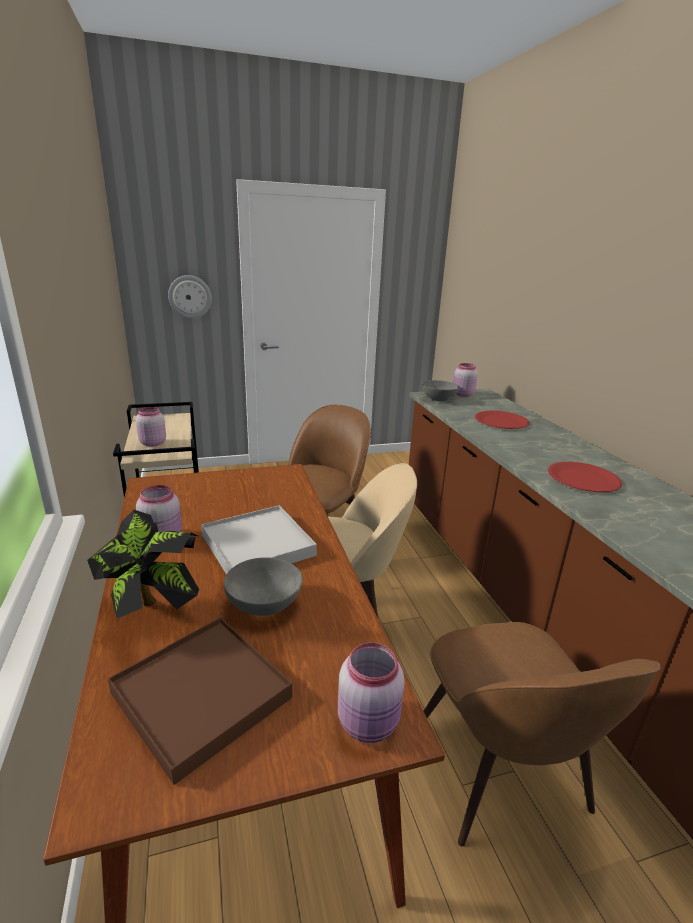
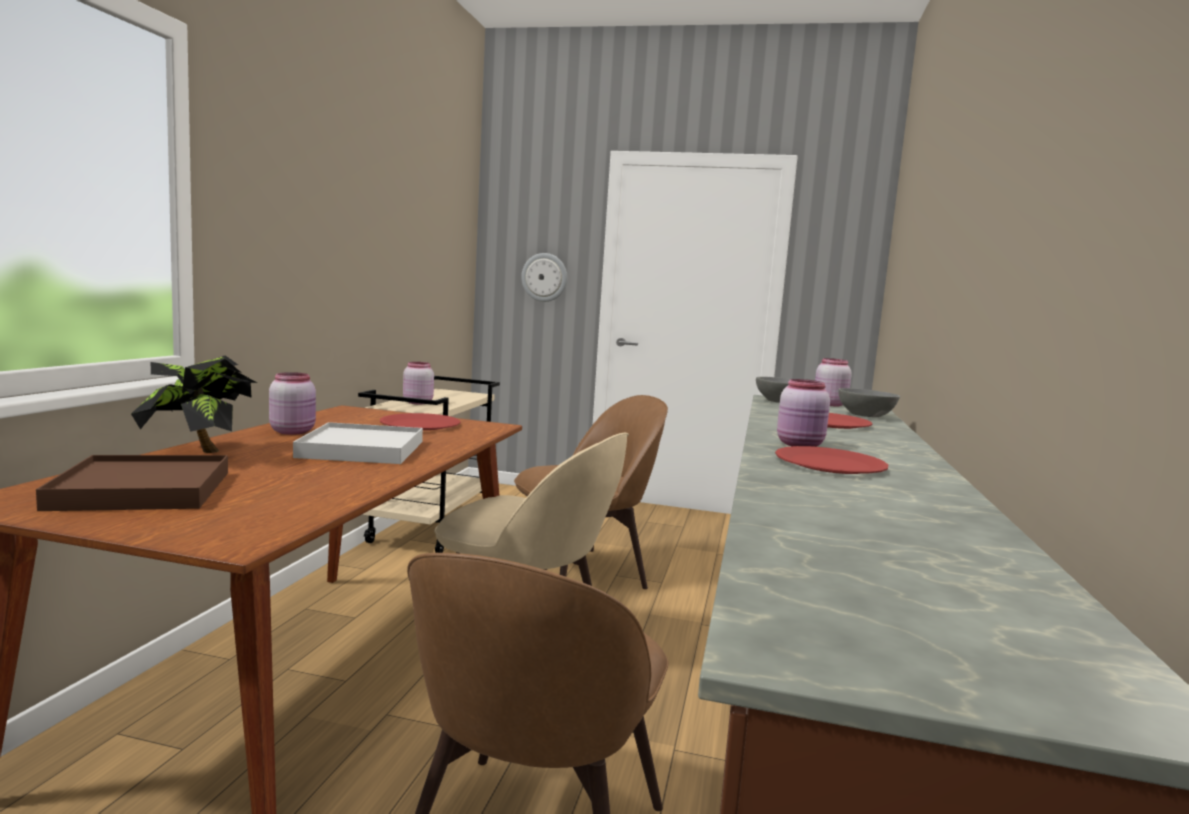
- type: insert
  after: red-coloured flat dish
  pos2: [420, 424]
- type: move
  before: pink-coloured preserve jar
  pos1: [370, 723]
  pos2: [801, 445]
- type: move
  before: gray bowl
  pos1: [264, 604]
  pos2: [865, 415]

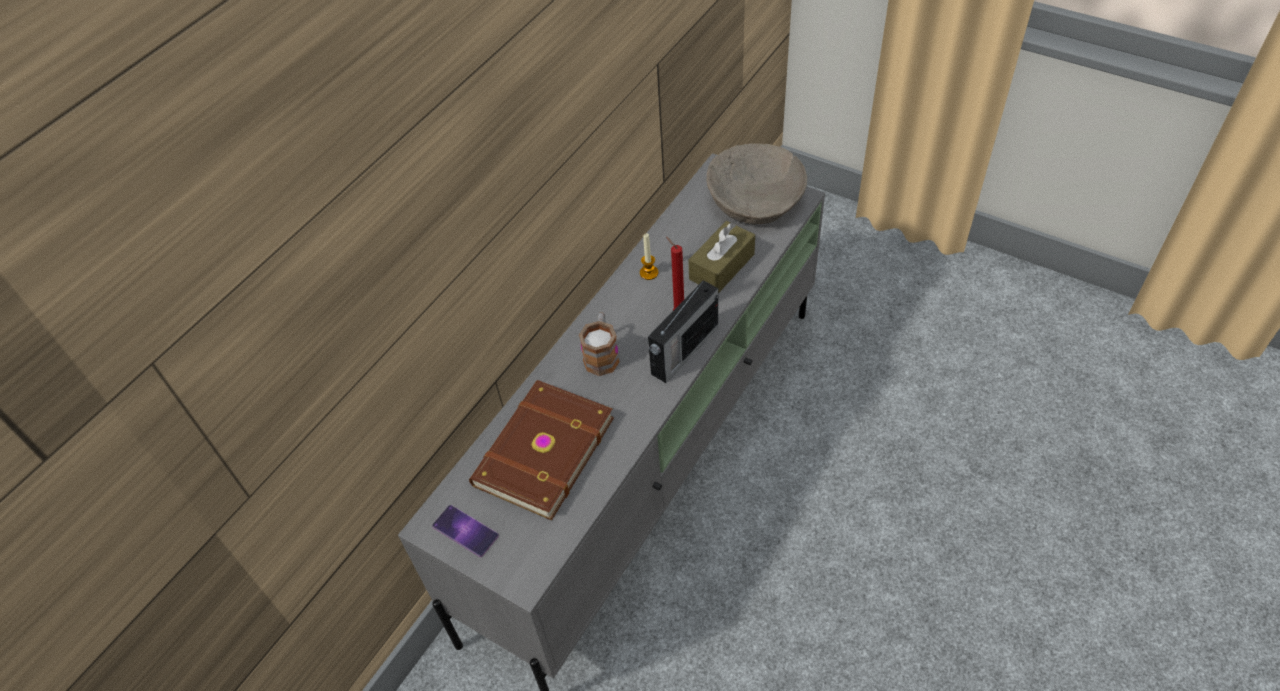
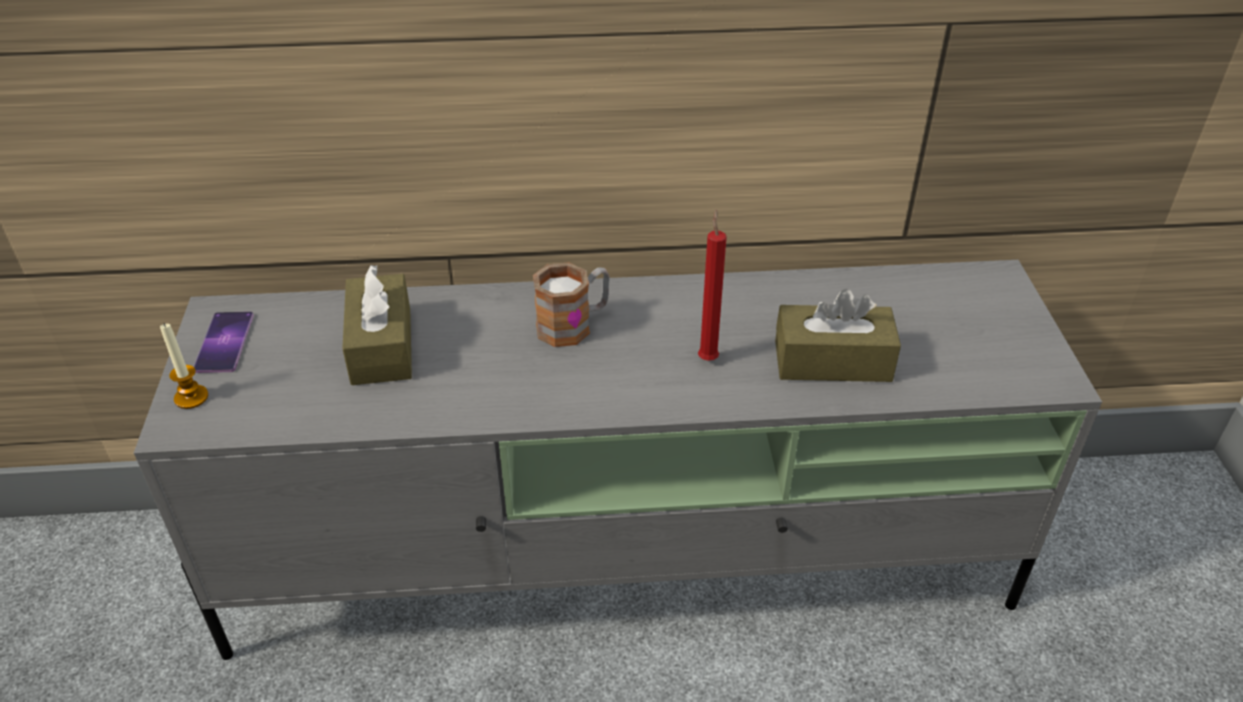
- type: move
  before: wax light
  pos1: [649, 273]
  pos2: [191, 397]
- type: replace
  before: brownish bound book
  after: brownish tissue holder
  pos1: [541, 451]
  pos2: [381, 346]
- type: delete
  before: radio set
  pos1: [683, 351]
- type: delete
  before: beige-coloured bowl
  pos1: [755, 199]

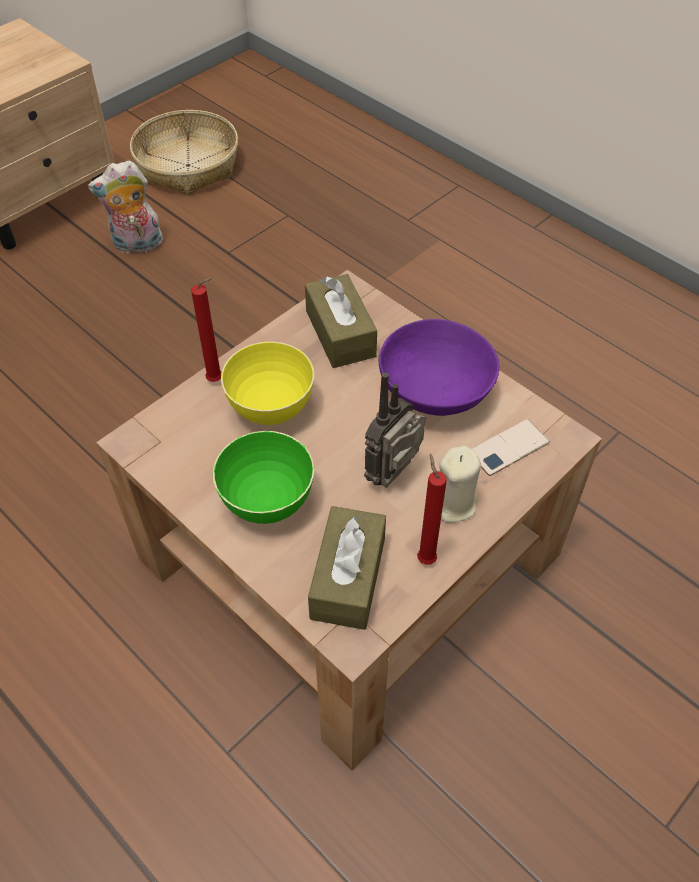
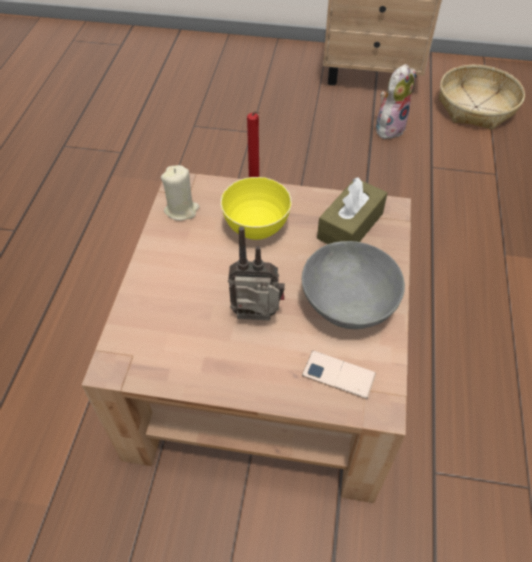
- type: move
  before: beige-coloured wax light
  pos1: [453, 503]
  pos2: [181, 210]
- type: recolor
  before: purplish bowl
  after: gray bowl
  pos1: [435, 393]
  pos2: [348, 304]
- type: rotate
  before: plush toy
  pos1: [137, 246]
  pos2: [389, 127]
  turn: 90
- type: delete
  before: green bowl
  pos1: [267, 501]
- type: delete
  before: brownish tissue holder
  pos1: [348, 578]
- type: delete
  before: red-coloured wax light
  pos1: [425, 557]

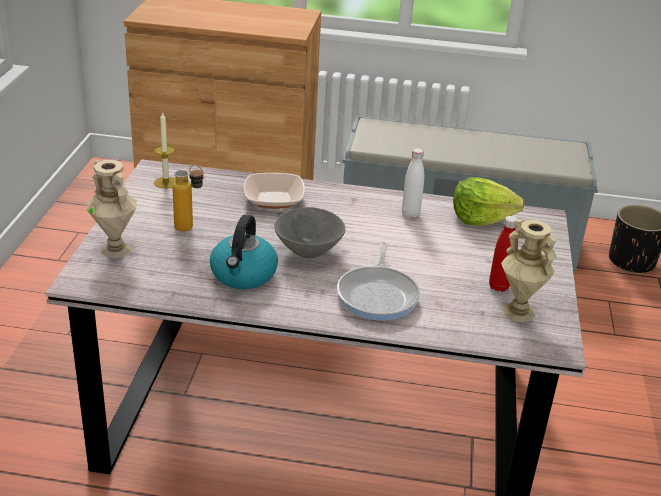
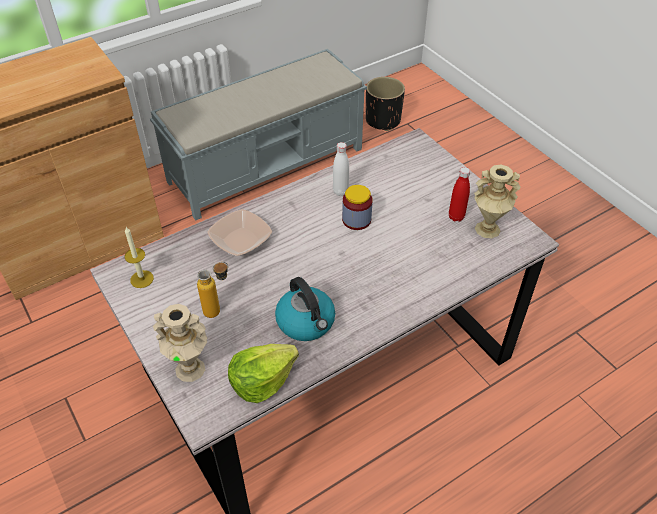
- type: move
  before: lettuce
  pos1: [481, 218]
  pos2: [262, 381]
- type: insert
  after: preserve jar
  pos2: [356, 220]
- type: delete
  before: gray bowl
  pos1: [309, 250]
- type: delete
  before: pan
  pos1: [378, 295]

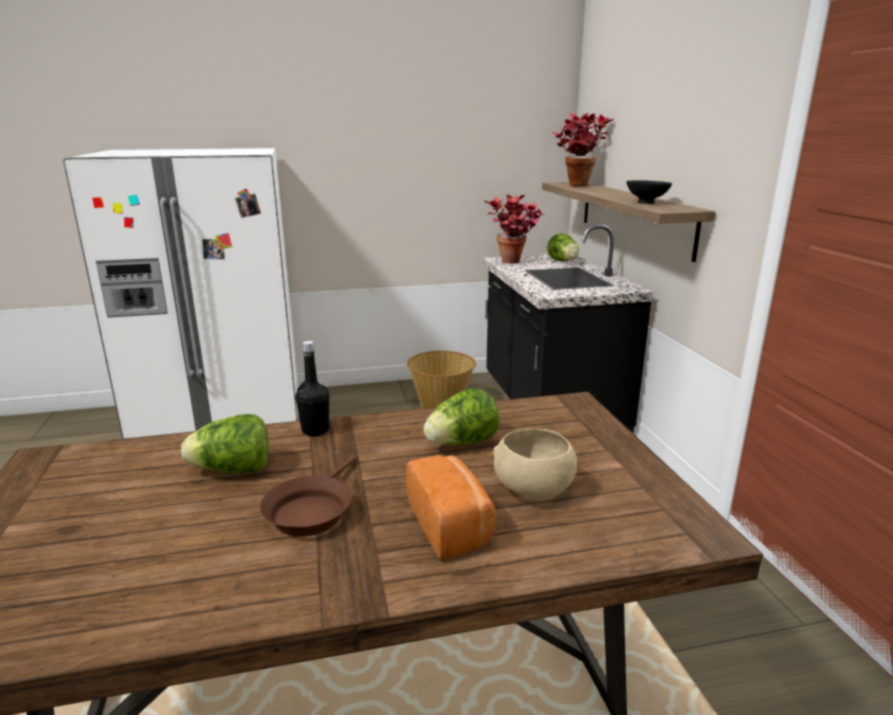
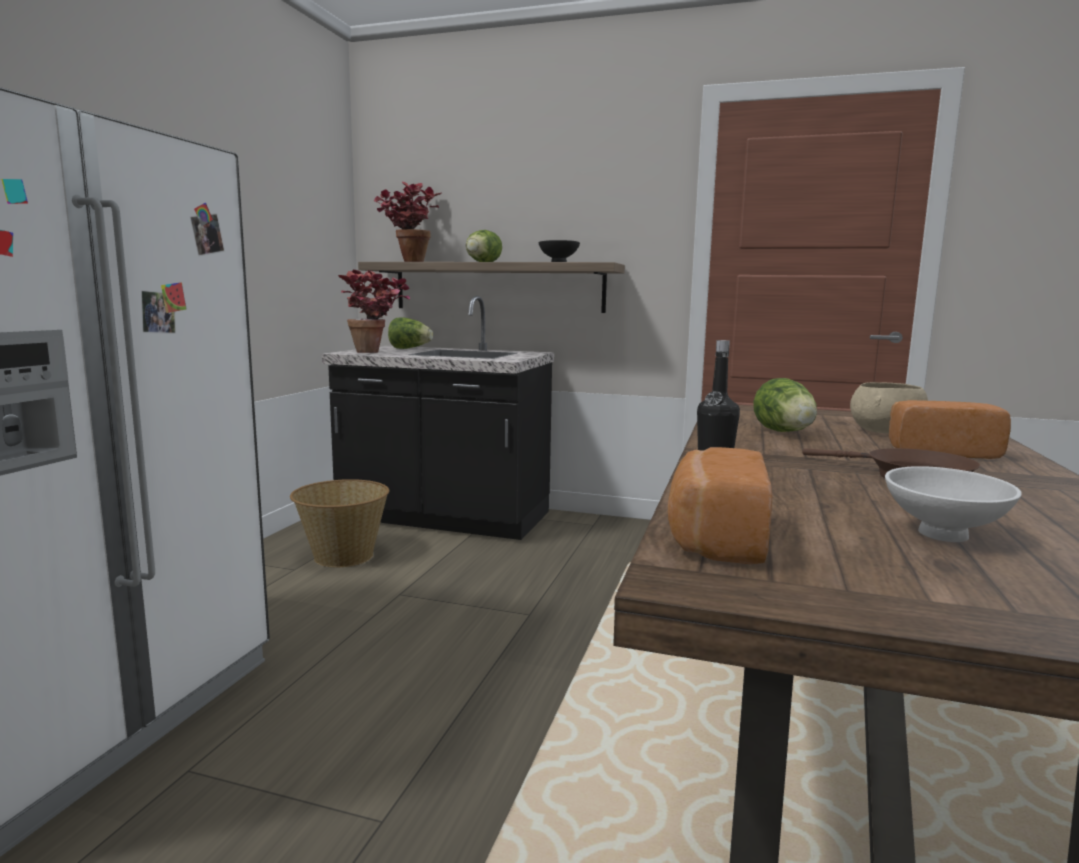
- type: move
  before: lettuce
  pos1: [233, 470]
  pos2: [482, 262]
- type: insert
  after: baked bread
  pos2: [714, 538]
- type: insert
  after: white-coloured bowl
  pos2: [947, 535]

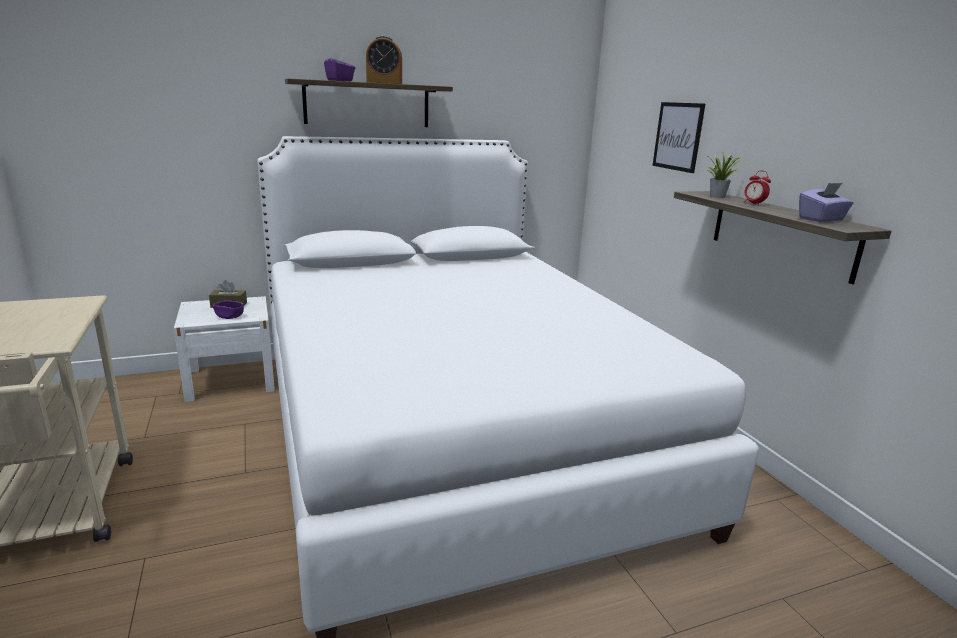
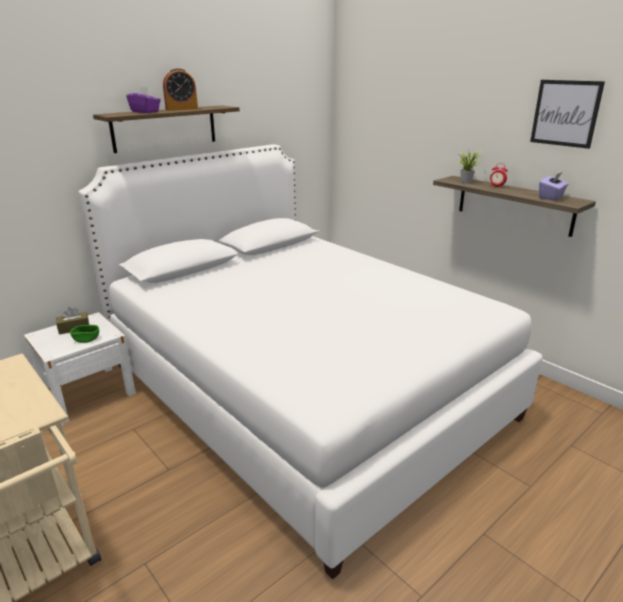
- type: recolor
  before: purplish bowl
  after: green bowl
  pos1: [229, 316]
  pos2: [86, 339]
- type: move
  before: picture
  pos1: [678, 136]
  pos2: [565, 113]

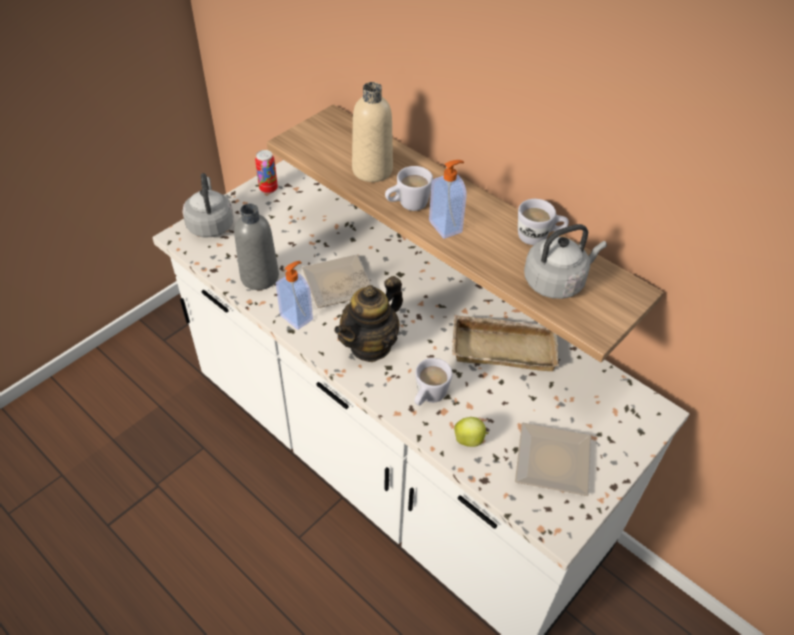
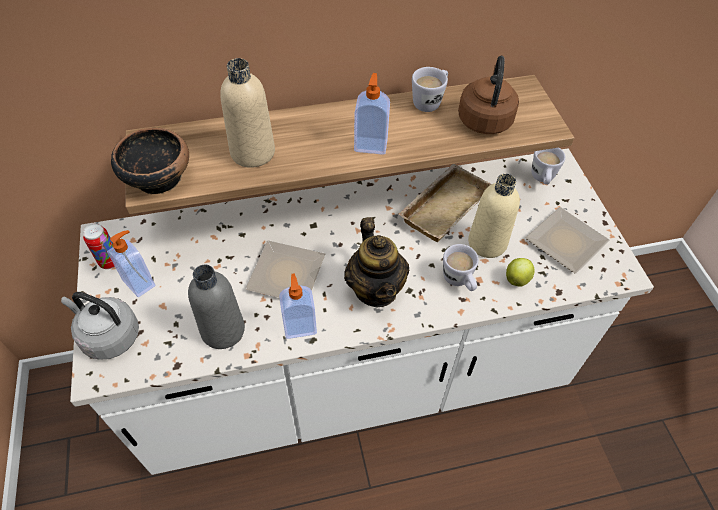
- type: insert
  after: liquid soap bottle
  pos2: [140, 282]
- type: insert
  after: bowl
  pos2: [157, 177]
- type: recolor
  before: gray kettle
  after: brownish kettle
  pos1: [556, 281]
  pos2: [485, 119]
- type: insert
  after: beige-coloured drink bottle
  pos2: [487, 243]
- type: move
  before: white-coloured mug
  pos1: [407, 205]
  pos2: [542, 179]

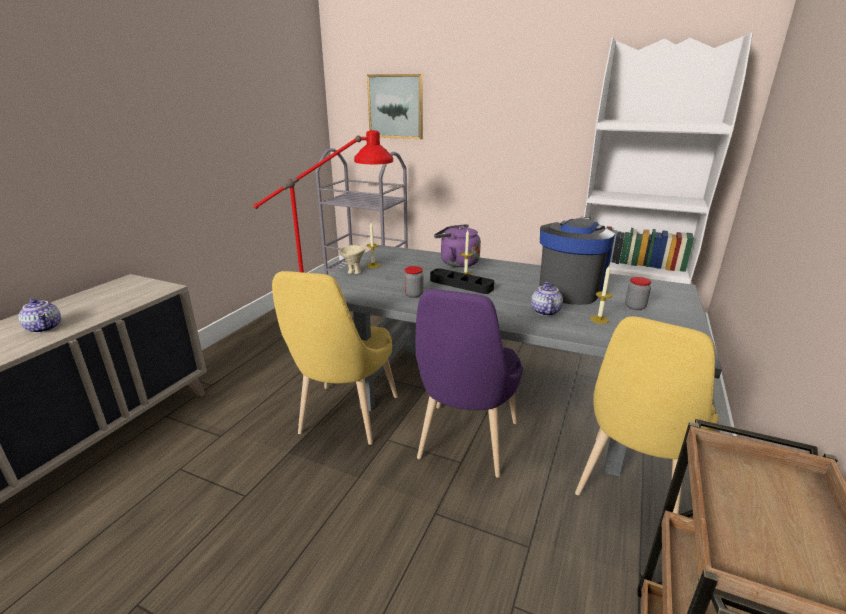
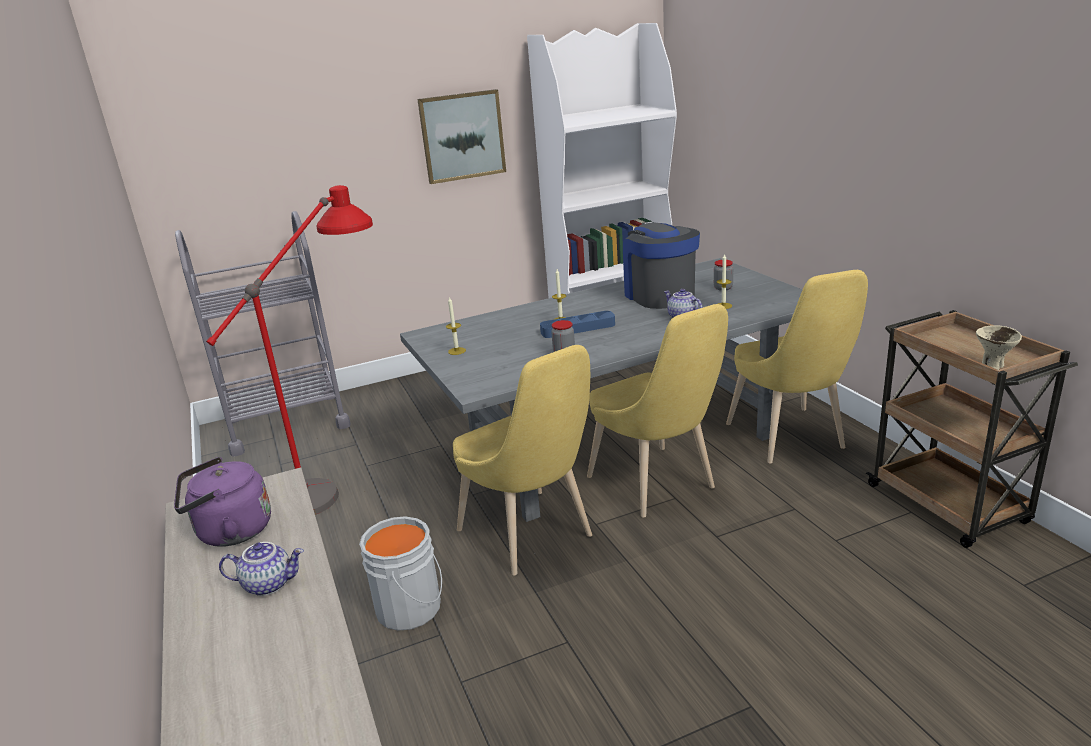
- type: move
  before: purplish kettle
  pos1: [456, 262]
  pos2: [230, 532]
- type: insert
  after: gray bucket
  pos2: [412, 607]
- type: move
  before: picture
  pos1: [396, 106]
  pos2: [462, 136]
- type: recolor
  before: black carrying tray
  after: bluish carrying tray
  pos1: [461, 284]
  pos2: [578, 328]
- type: recolor
  before: purplish upright chair
  after: yellowish upright chair
  pos1: [465, 445]
  pos2: [656, 486]
- type: move
  before: beige-coloured bowl
  pos1: [354, 272]
  pos2: [992, 366]

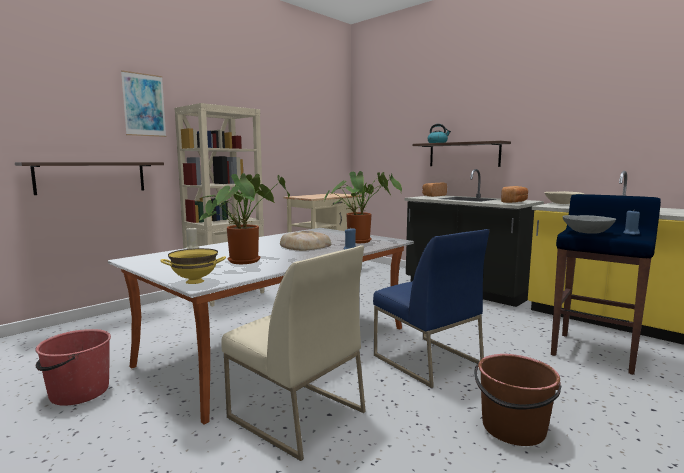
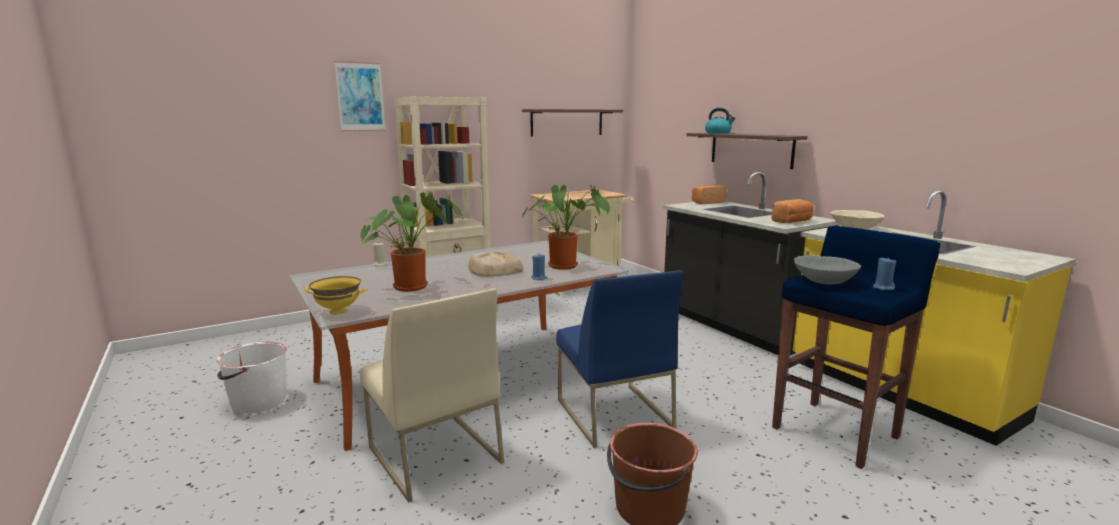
- type: recolor
  before: red-coloured bucket
  after: white-coloured bucket
  pos1: [78, 392]
  pos2: [258, 401]
- type: move
  before: wall shelf
  pos1: [91, 177]
  pos2: [567, 122]

